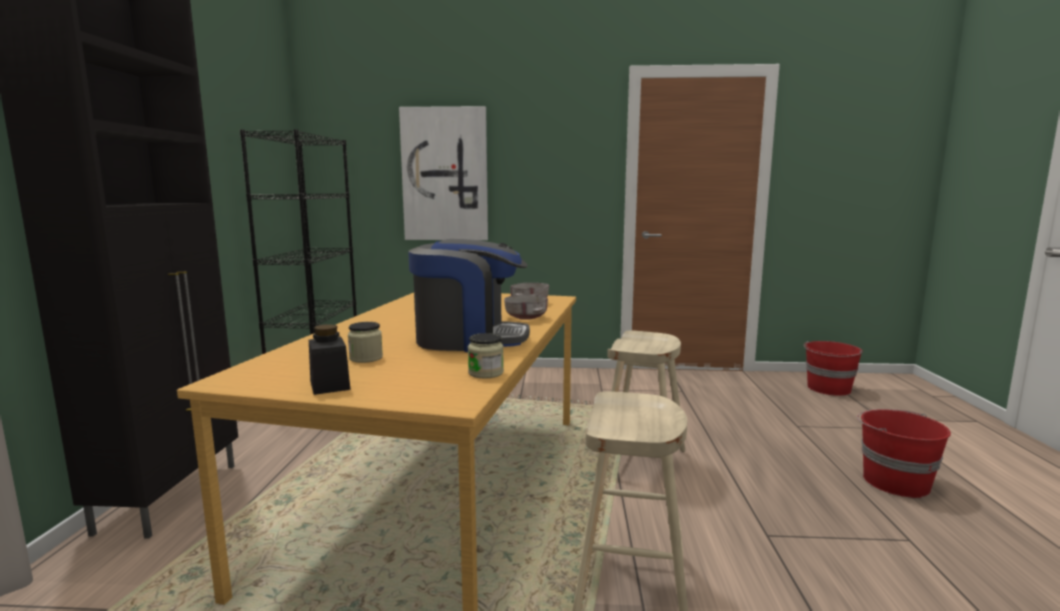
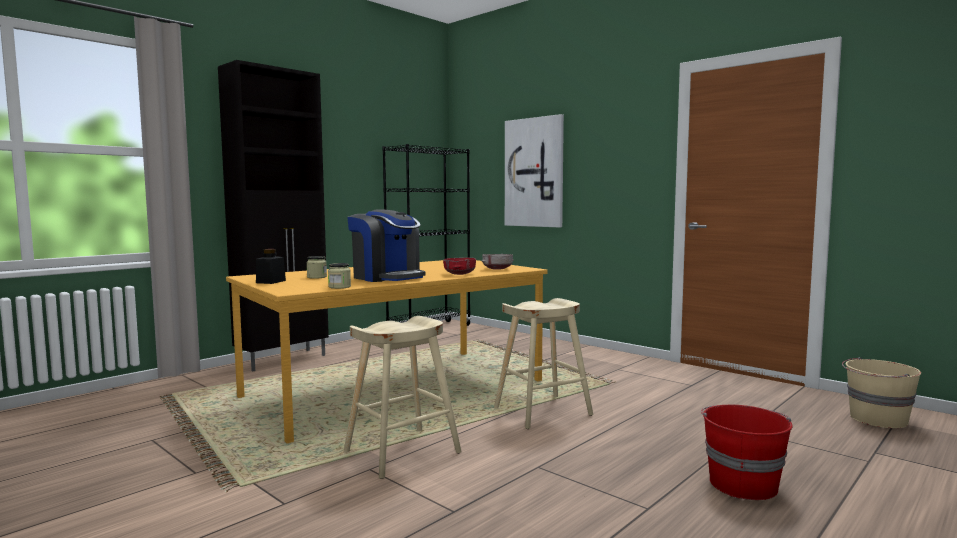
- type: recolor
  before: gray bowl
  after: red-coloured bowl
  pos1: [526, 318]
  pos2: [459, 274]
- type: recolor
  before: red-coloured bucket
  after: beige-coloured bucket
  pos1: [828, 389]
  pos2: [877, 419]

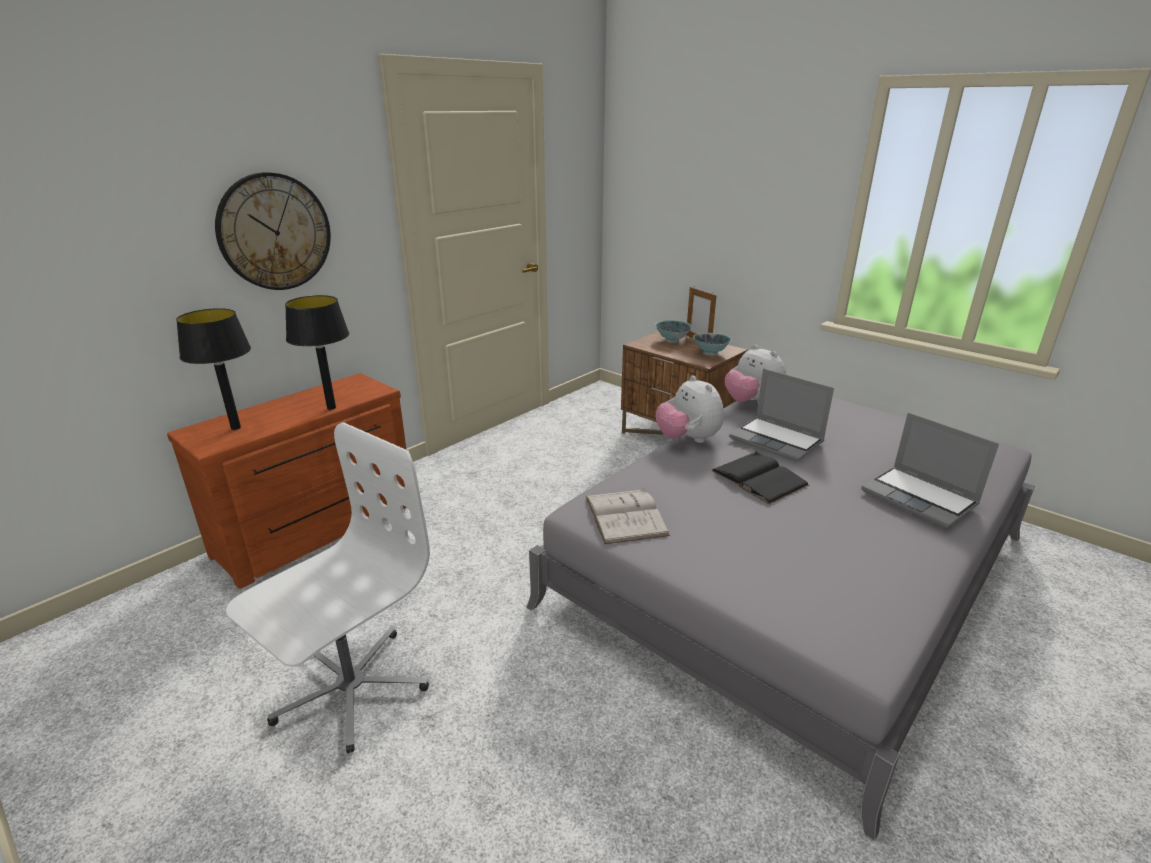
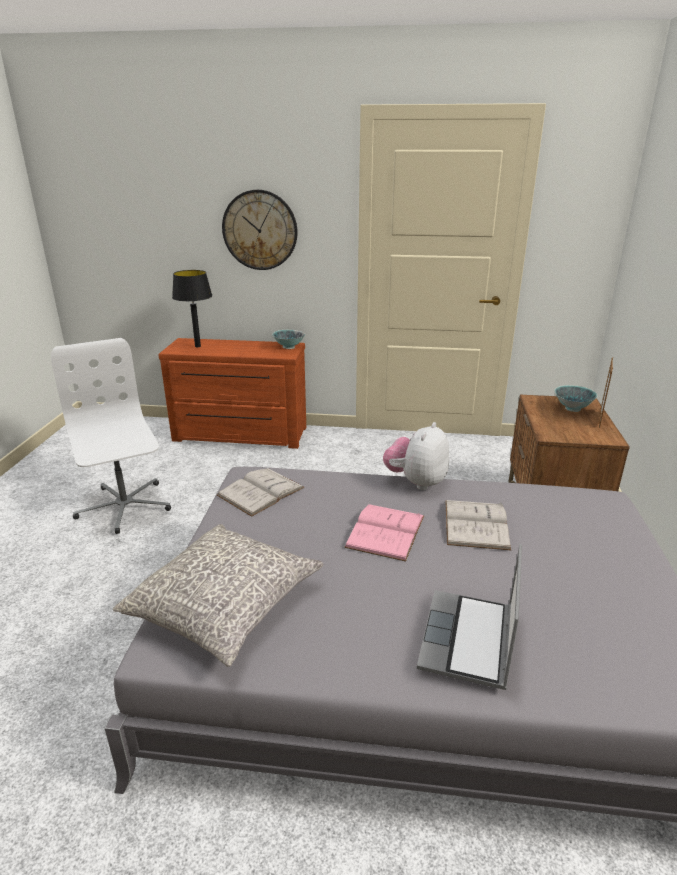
- type: rotate
  before: white-coloured desk chair
  pos1: [350, 687]
  pos2: [124, 506]
  turn: -120
- type: insert
  after: gray cushion
  pos2: [225, 605]
- type: move
  before: bowl
  pos1: [710, 353]
  pos2: [289, 347]
- type: recolor
  before: black bound book
  after: pink-coloured bound book
  pos1: [759, 478]
  pos2: [385, 531]
- type: replace
  before: laptop
  after: white-coloured bound book
  pos1: [777, 440]
  pos2: [476, 524]
- type: delete
  before: black lamp for a table
  pos1: [331, 408]
- type: delete
  before: plush toy
  pos1: [751, 402]

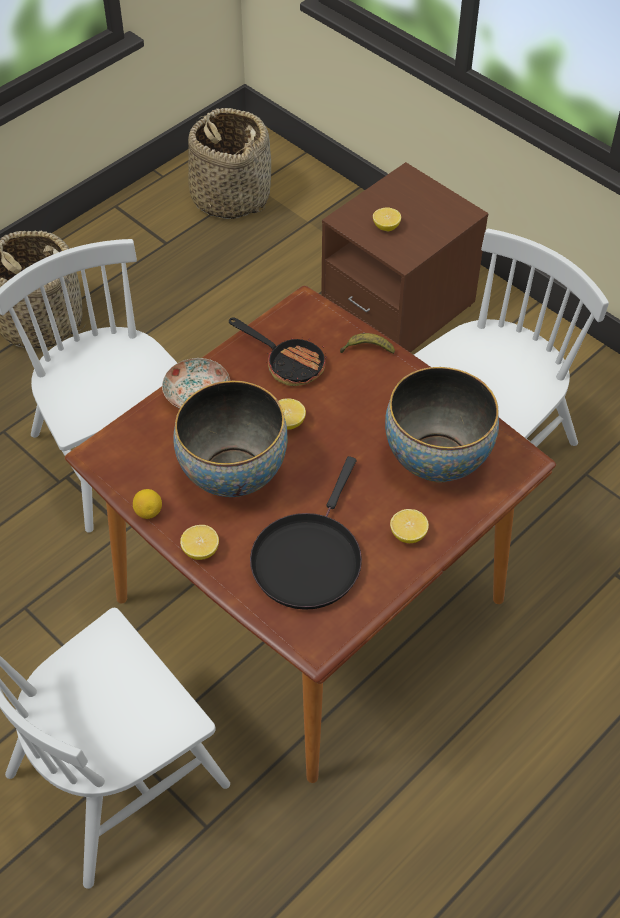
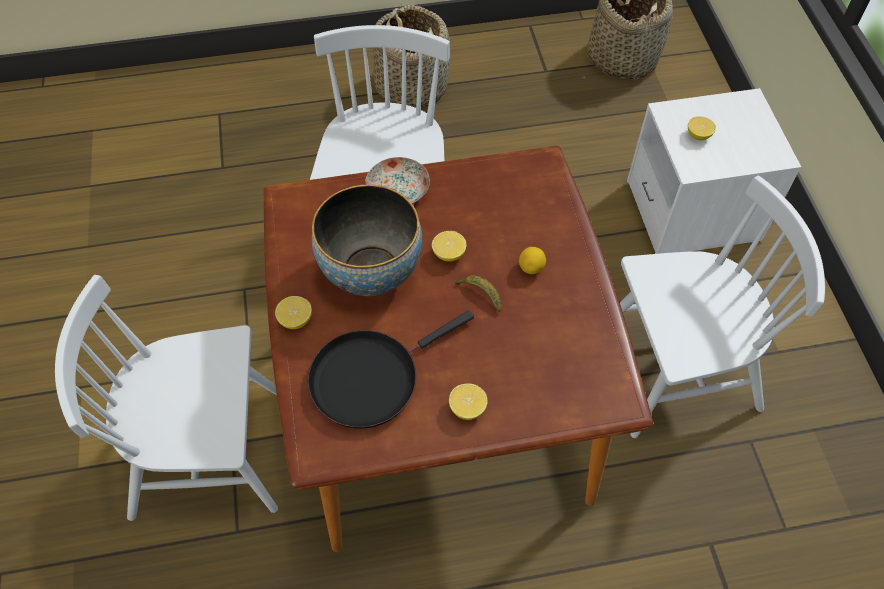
- type: move
  before: banana
  pos1: [367, 349]
  pos2: [480, 294]
- type: move
  before: whole lemon
  pos1: [148, 511]
  pos2: [531, 267]
- type: recolor
  before: brownish bedside table
  after: white-coloured bedside table
  pos1: [398, 306]
  pos2: [692, 211]
- type: delete
  before: pan
  pos1: [288, 363]
- type: delete
  before: bowl
  pos1: [437, 460]

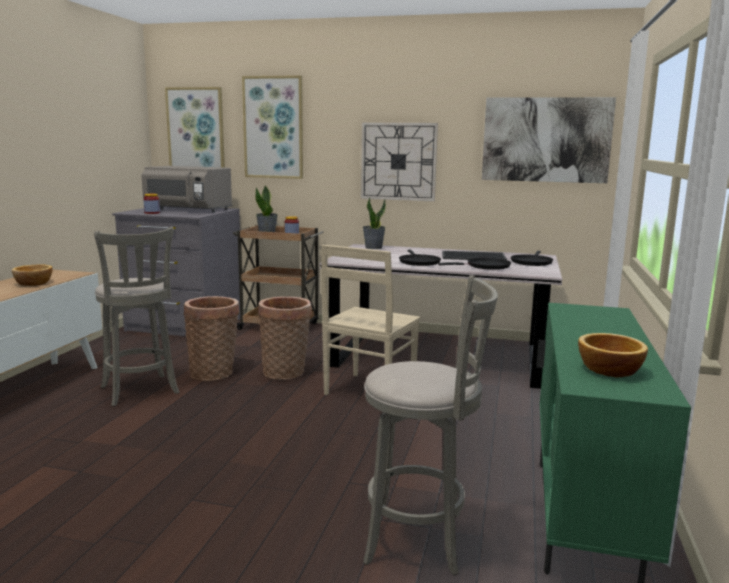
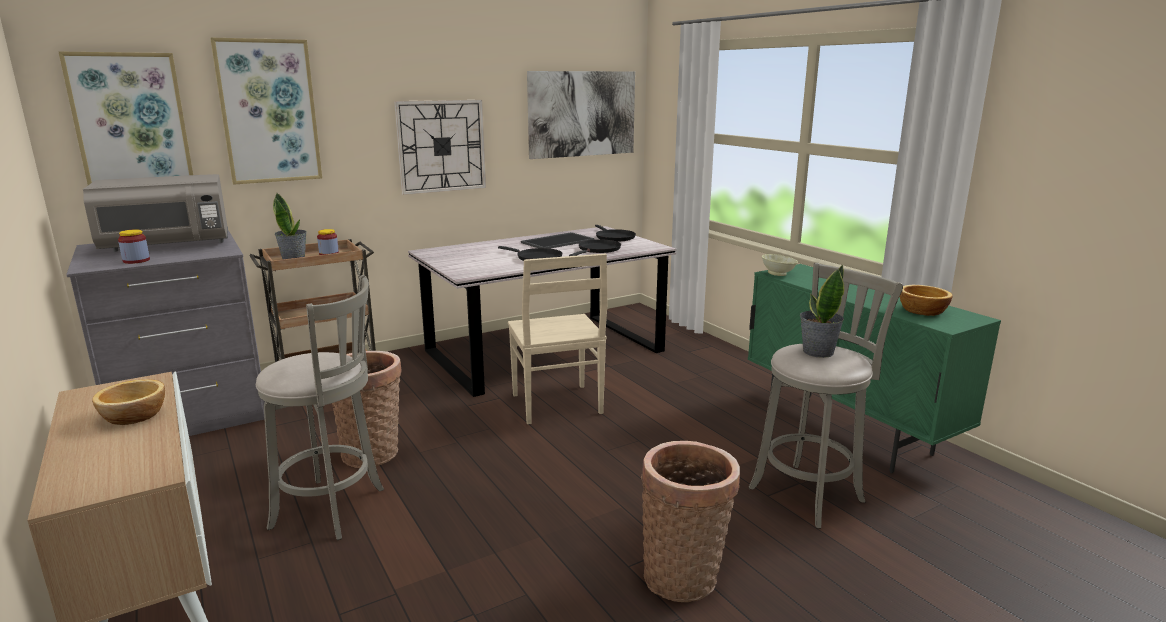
- type: move
  before: basket
  pos1: [286, 373]
  pos2: [684, 576]
- type: insert
  after: beige-coloured bowl
  pos2: [778, 274]
- type: move
  before: potted plant
  pos1: [373, 247]
  pos2: [817, 352]

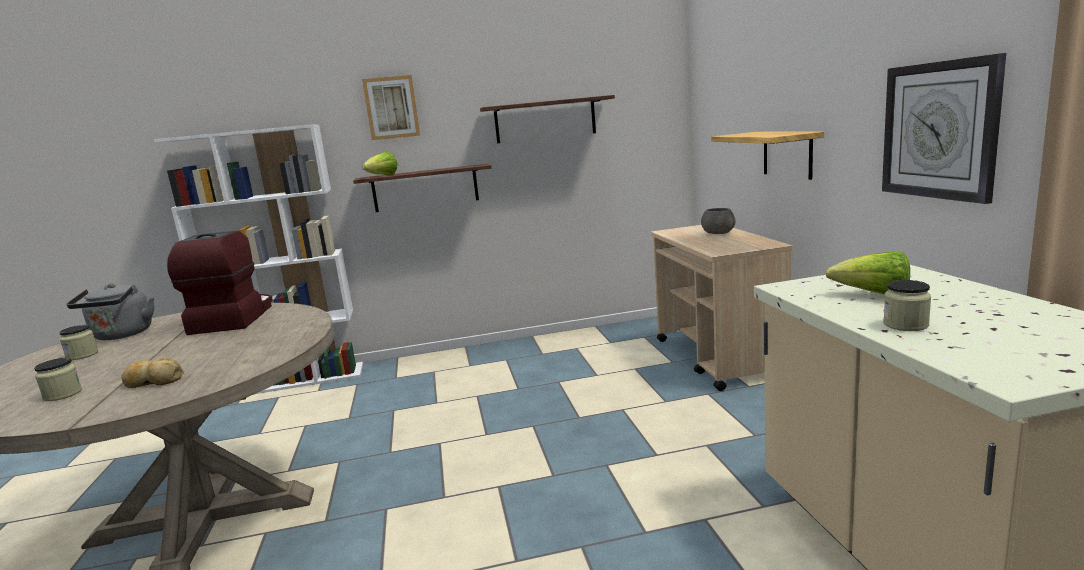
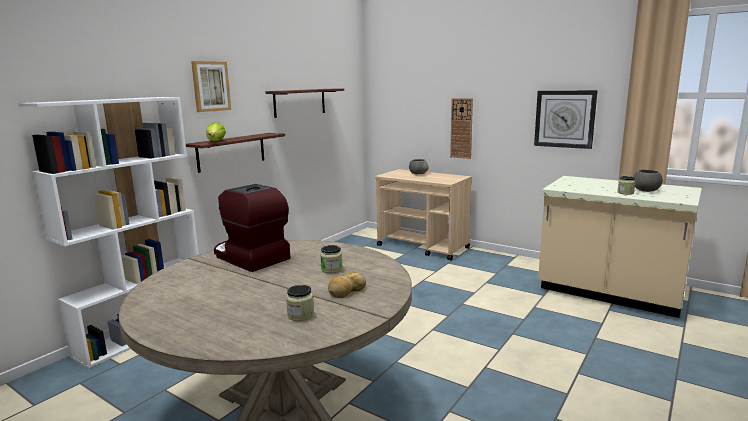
- type: move
  before: preserve jar
  pos1: [82, 355]
  pos2: [331, 269]
- type: replace
  before: wall shelf
  after: clock on the wall
  pos1: [787, 154]
  pos2: [461, 128]
- type: insert
  after: gray bowl
  pos2: [646, 190]
- type: delete
  before: gray kettle
  pos1: [121, 335]
- type: delete
  before: lettuce
  pos1: [873, 295]

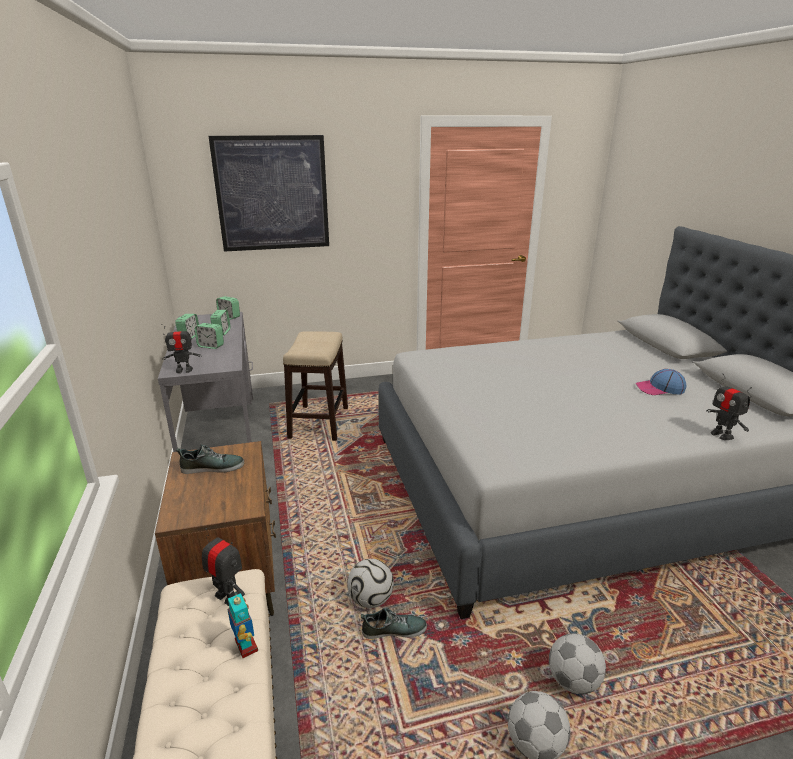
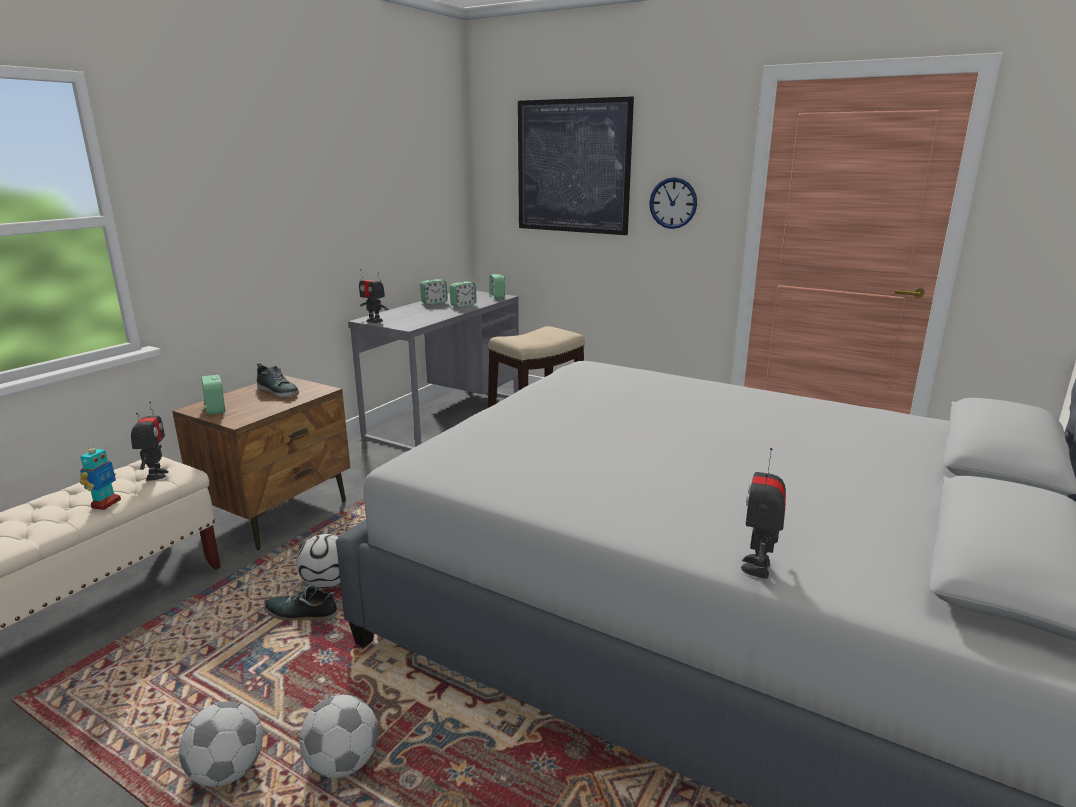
- type: move
  before: table clock
  pos1: [211, 346]
  pos2: [215, 410]
- type: rotate
  before: item of footwear
  pos1: [394, 630]
  pos2: [301, 614]
  turn: 150
- type: insert
  after: clock on the wall
  pos2: [673, 203]
- type: delete
  before: baseball cap
  pos1: [660, 389]

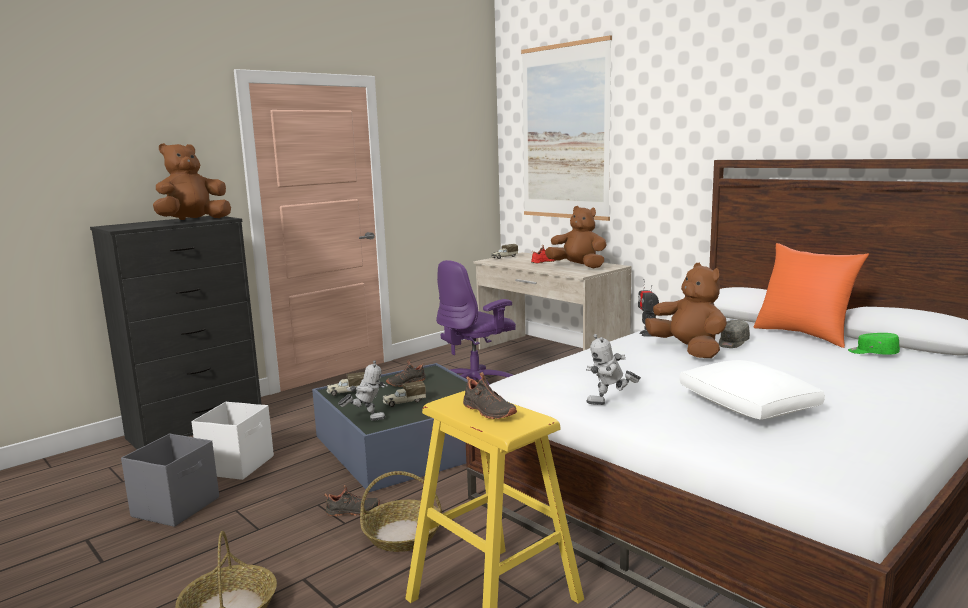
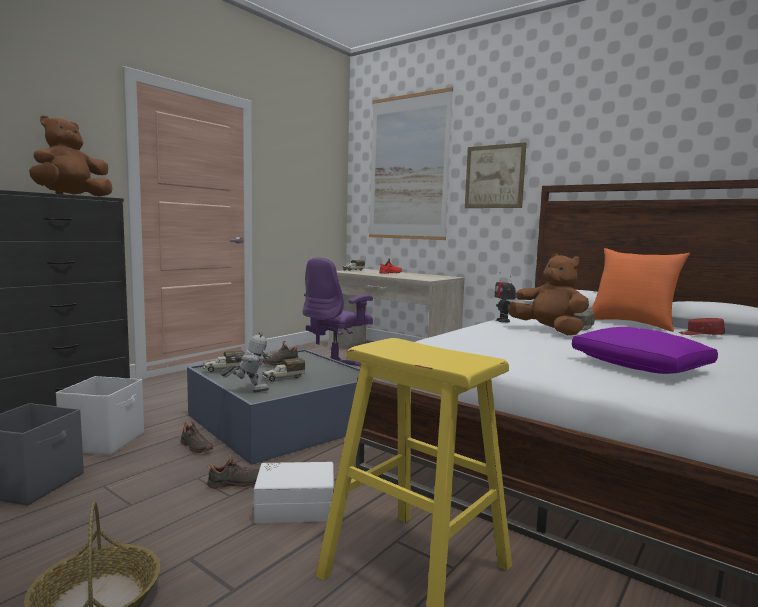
- type: move
  before: black item of footwear
  pos1: [487, 412]
  pos2: [195, 448]
- type: replace
  before: basket
  after: white-coloured storage box
  pos1: [402, 535]
  pos2: [295, 506]
- type: insert
  after: picture
  pos2: [494, 176]
- type: recolor
  before: white-coloured cushion
  after: purplish cushion
  pos1: [748, 405]
  pos2: [640, 366]
- type: recolor
  before: green baseball cap
  after: red-coloured baseball cap
  pos1: [873, 353]
  pos2: [700, 335]
- type: delete
  before: brownish plush toy
  pos1: [578, 266]
- type: delete
  before: robot figure
  pos1: [610, 404]

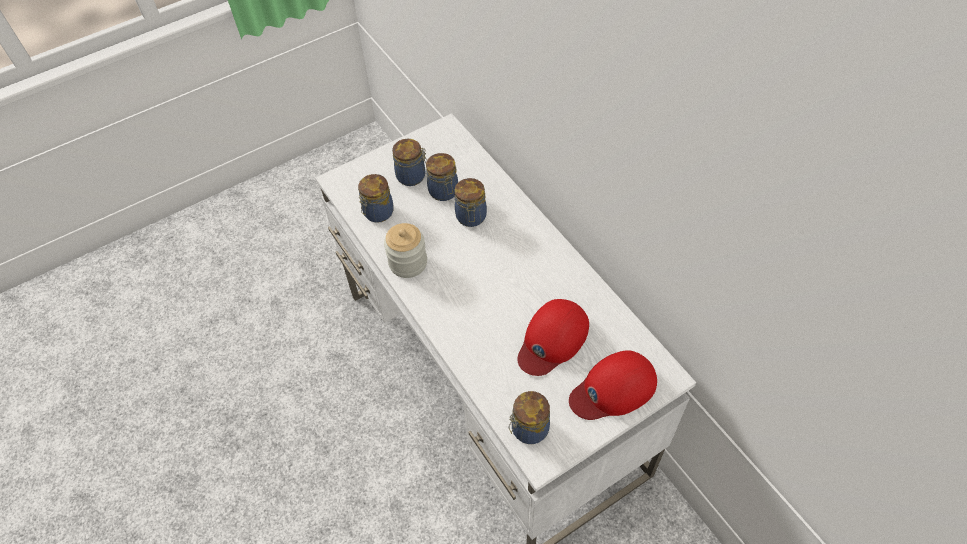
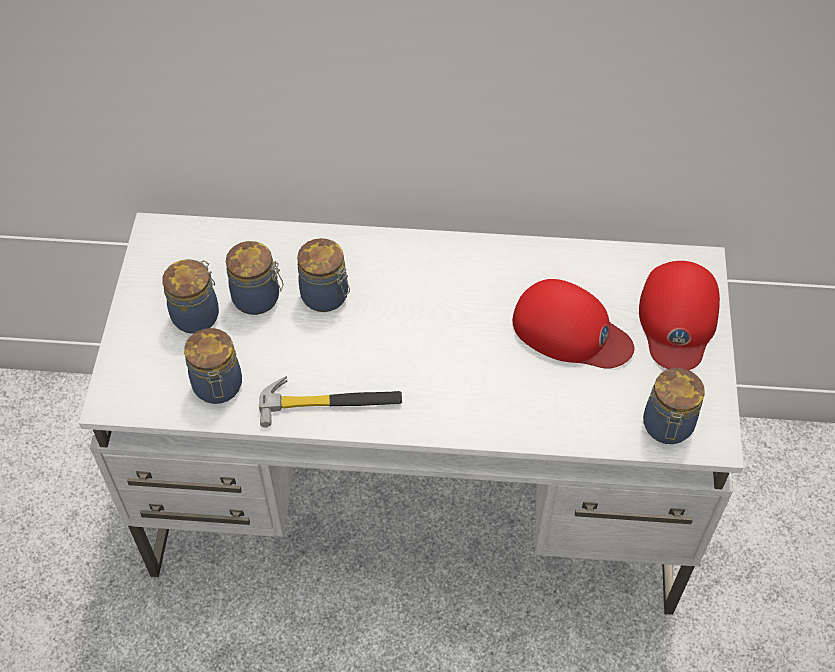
- type: replace
  before: preserve jar
  after: hammer
  pos1: [408, 263]
  pos2: [331, 402]
- type: rotate
  before: red-coloured baseball cap
  pos1: [552, 339]
  pos2: [570, 331]
  turn: -45

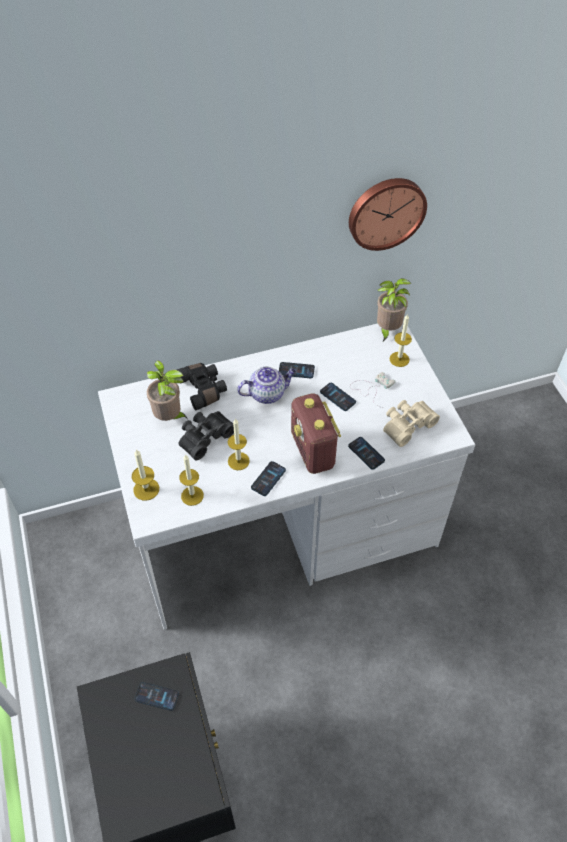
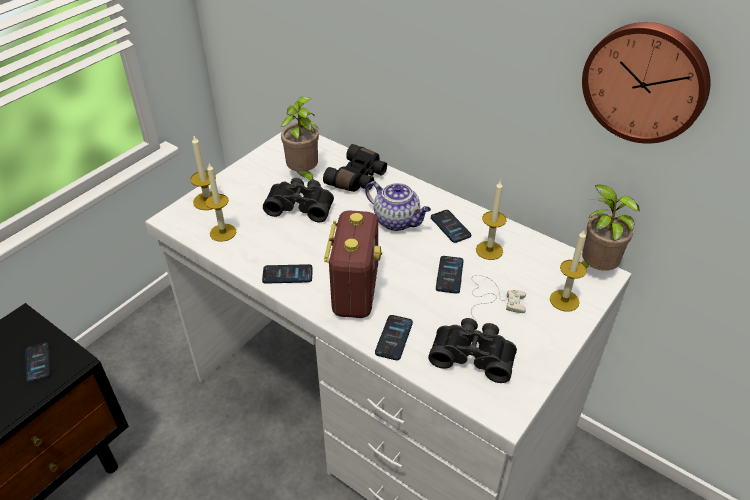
- type: rotate
  before: radio set
  pos1: [313, 451]
  pos2: [355, 291]
  turn: 150
- type: recolor
  before: beige-coloured pair of binoculars
  after: black pair of binoculars
  pos1: [406, 424]
  pos2: [473, 355]
- type: move
  before: wax light
  pos1: [238, 461]
  pos2: [489, 250]

